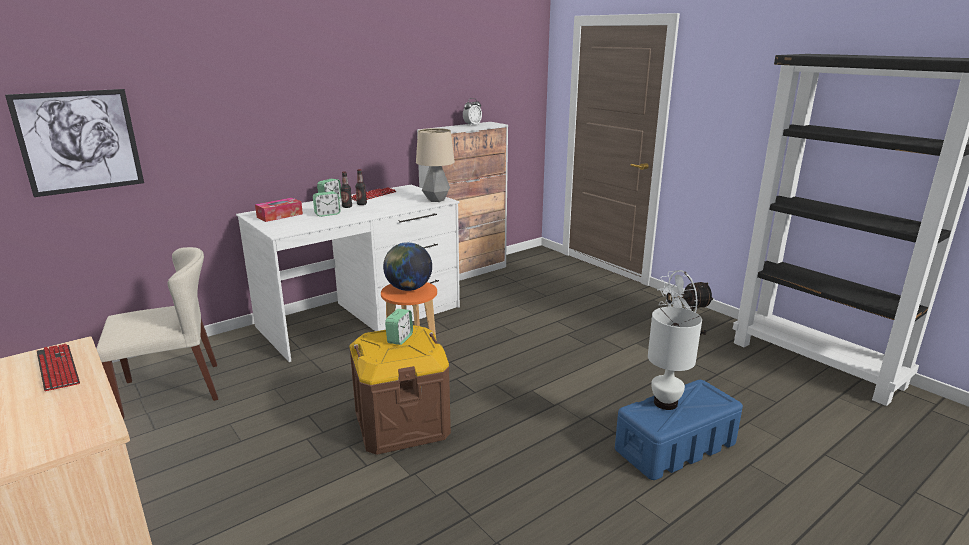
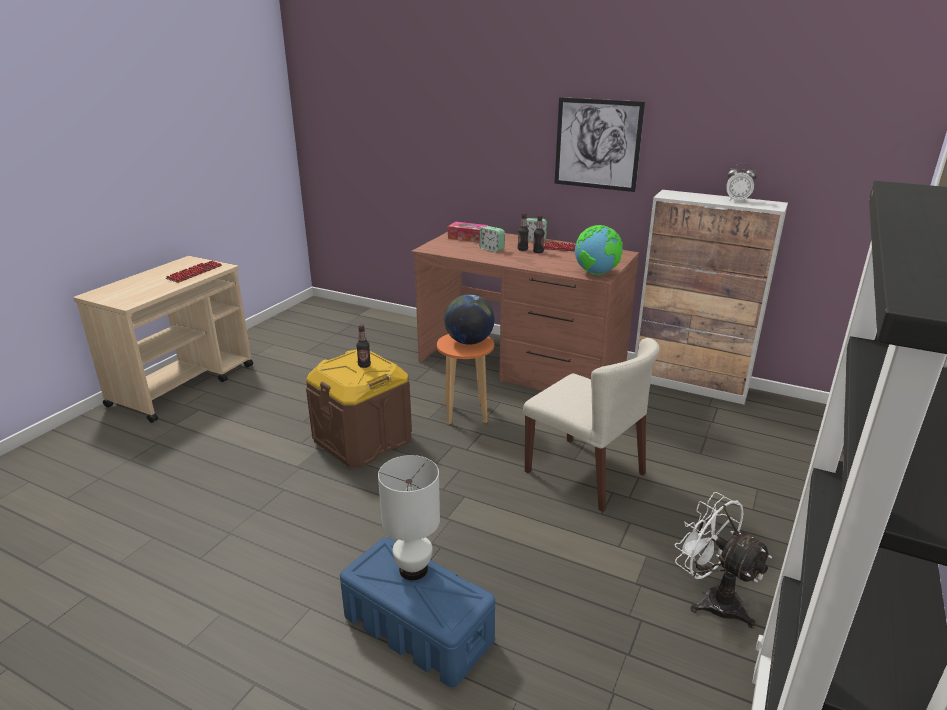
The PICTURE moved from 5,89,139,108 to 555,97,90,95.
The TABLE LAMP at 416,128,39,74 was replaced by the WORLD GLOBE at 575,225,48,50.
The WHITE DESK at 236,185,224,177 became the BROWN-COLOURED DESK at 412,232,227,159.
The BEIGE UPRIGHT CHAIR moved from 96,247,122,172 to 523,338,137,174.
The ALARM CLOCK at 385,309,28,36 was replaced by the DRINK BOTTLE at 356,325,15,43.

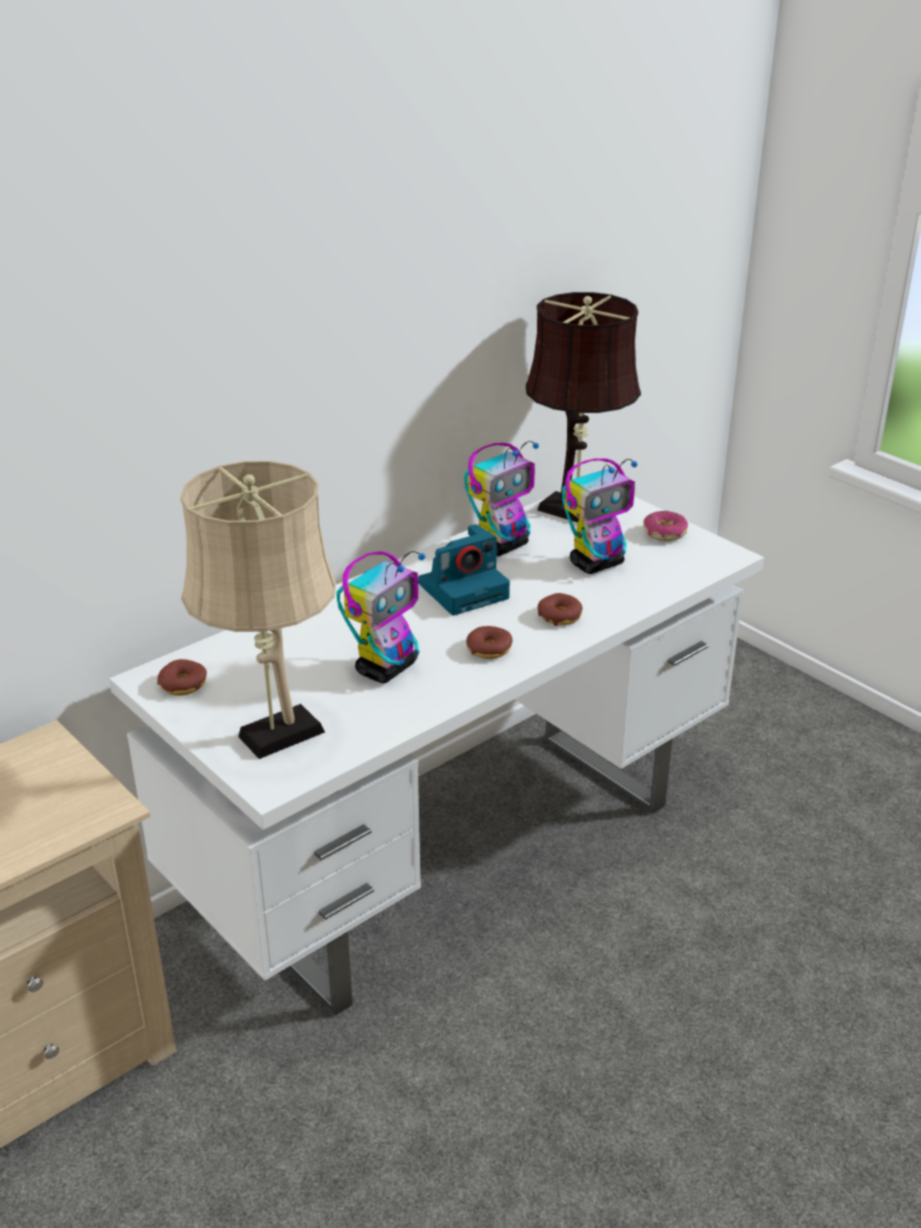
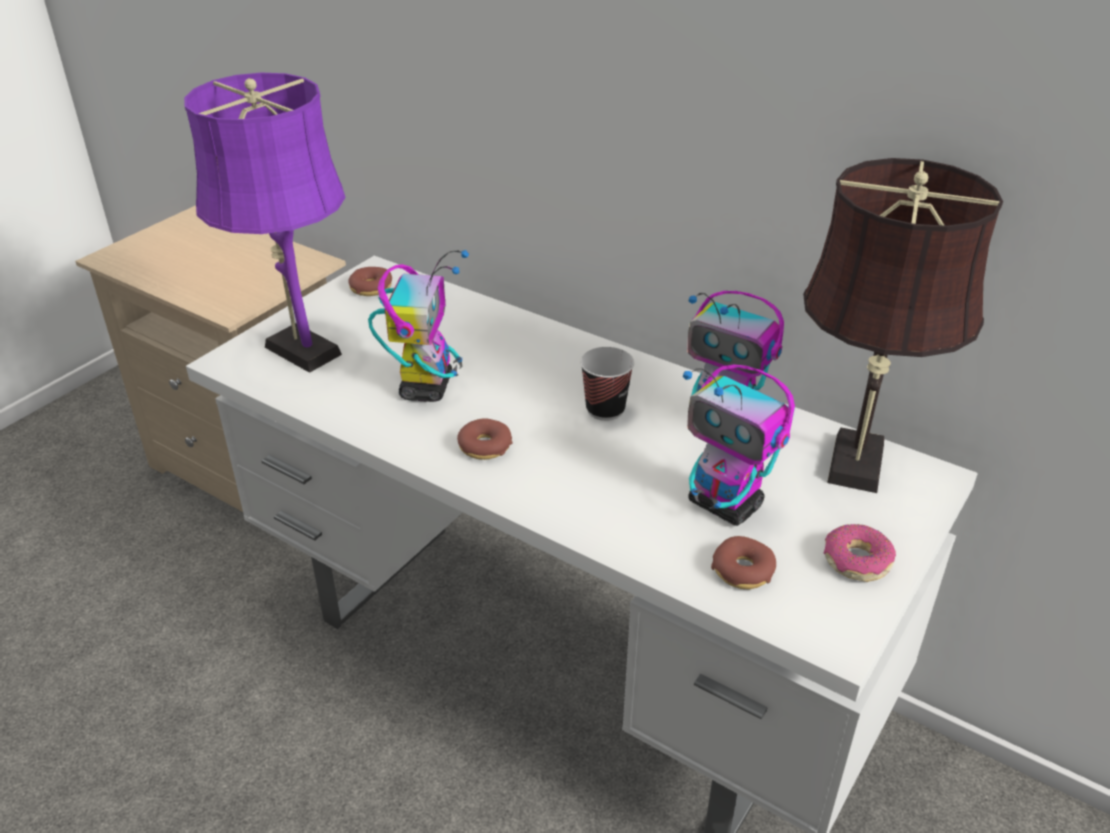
The BEIGE TABLE LAMP at 180,461,156,298 became the PURPLE TABLE LAMP at 184,73,161,300.
The STILL CAMERA at 418,524,92,92 was replaced by the CUP at 580,347,54,74.
The ROBOT FIGURE at 336,551,89,132 turned 105 degrees counterclockwise.
The RING DOUGHNUT moved from 538,593,45,33 to 711,536,65,54.

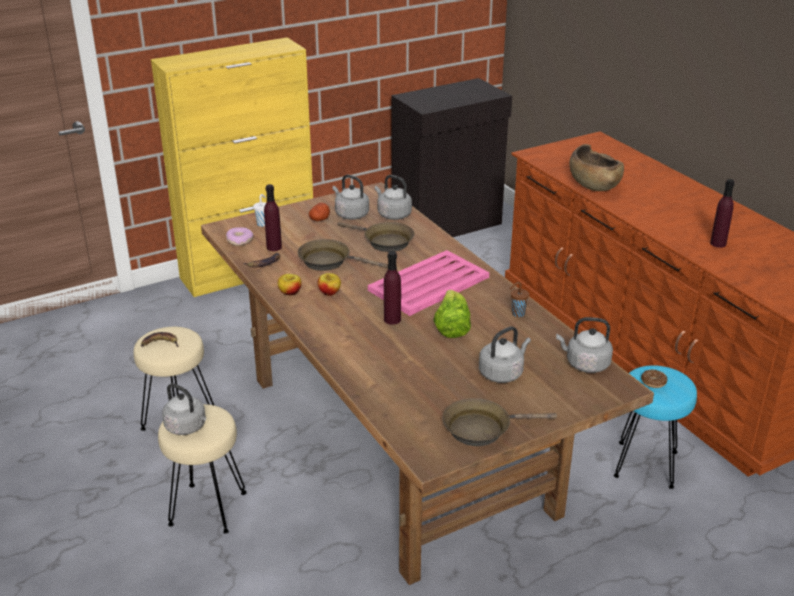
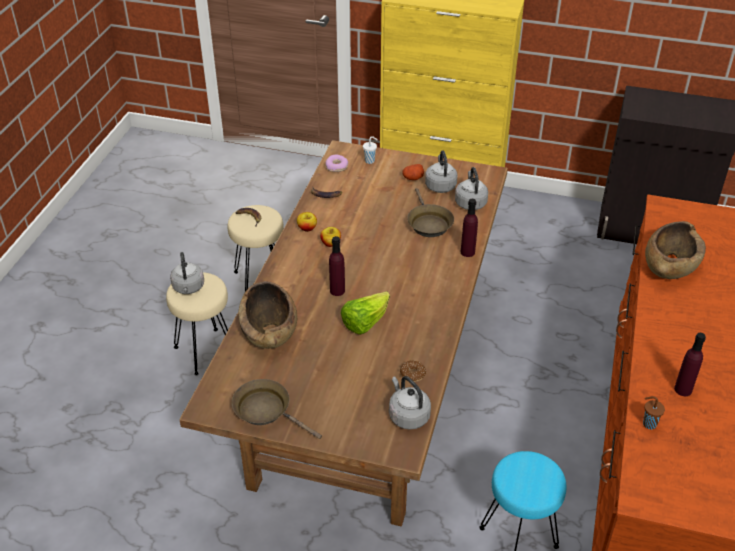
The PURPLE DRINK BOTTLE moved from 264,184,18,67 to 461,199,17,58.
The BROWN-COLOURED SKILLET at 298,239,90,32 disappeared.
The PINK-COLOURED CARRYING TRAY at 368,250,121,66 disappeared.
The BROWN-COLOURED CUP moved from 510,282,19,35 to 643,396,22,33.
The GREY KETTLE at 479,326,52,57 disappeared.
The RING DOUGHNUT moved from 641,369,27,19 to 400,360,26,22.
The BROWN-COLOURED BOWL at 238,281,59,68 appeared.

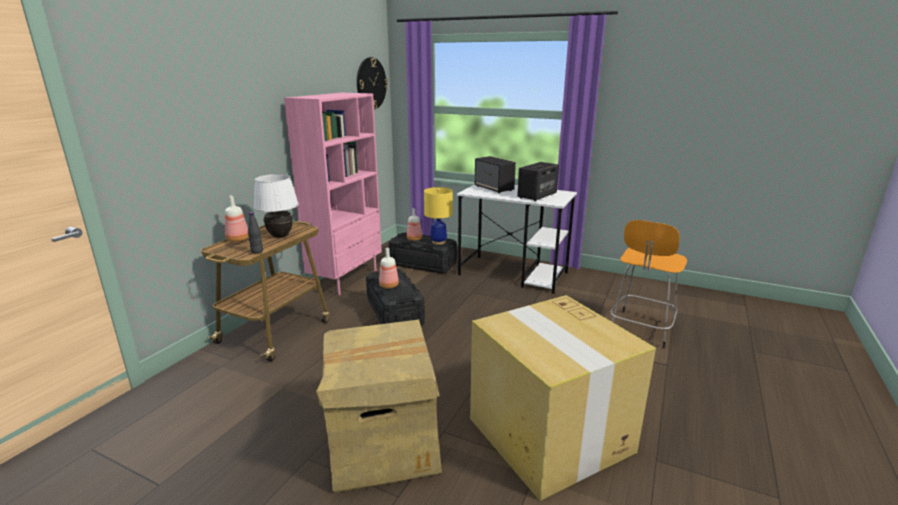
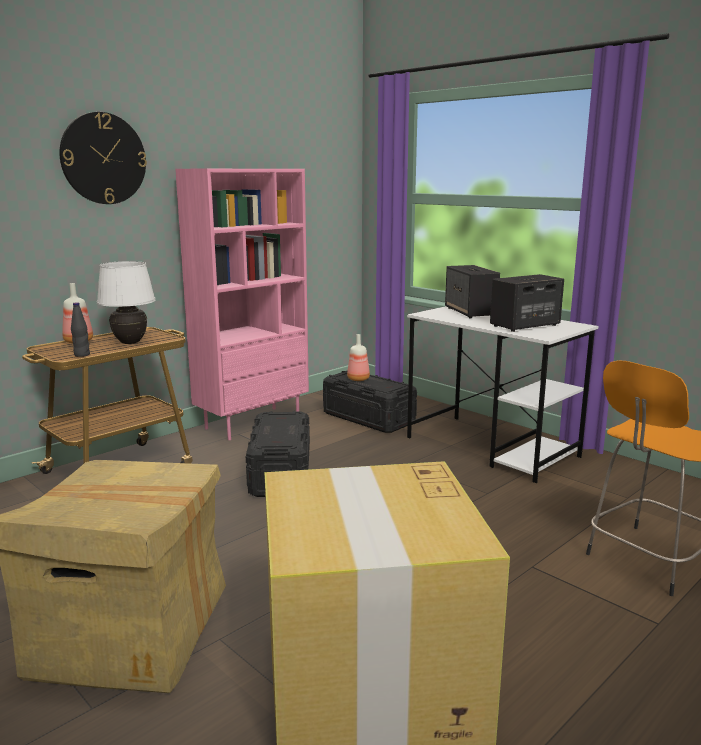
The HANGING CLOCK moved from 357,57,31,52 to 60,112,87,92.
The YELLOW-COLOURED TABLE LAMP at 424,187,29,58 disappeared.
The DRINK BOTTLE at 379,248,20,41 disappeared.

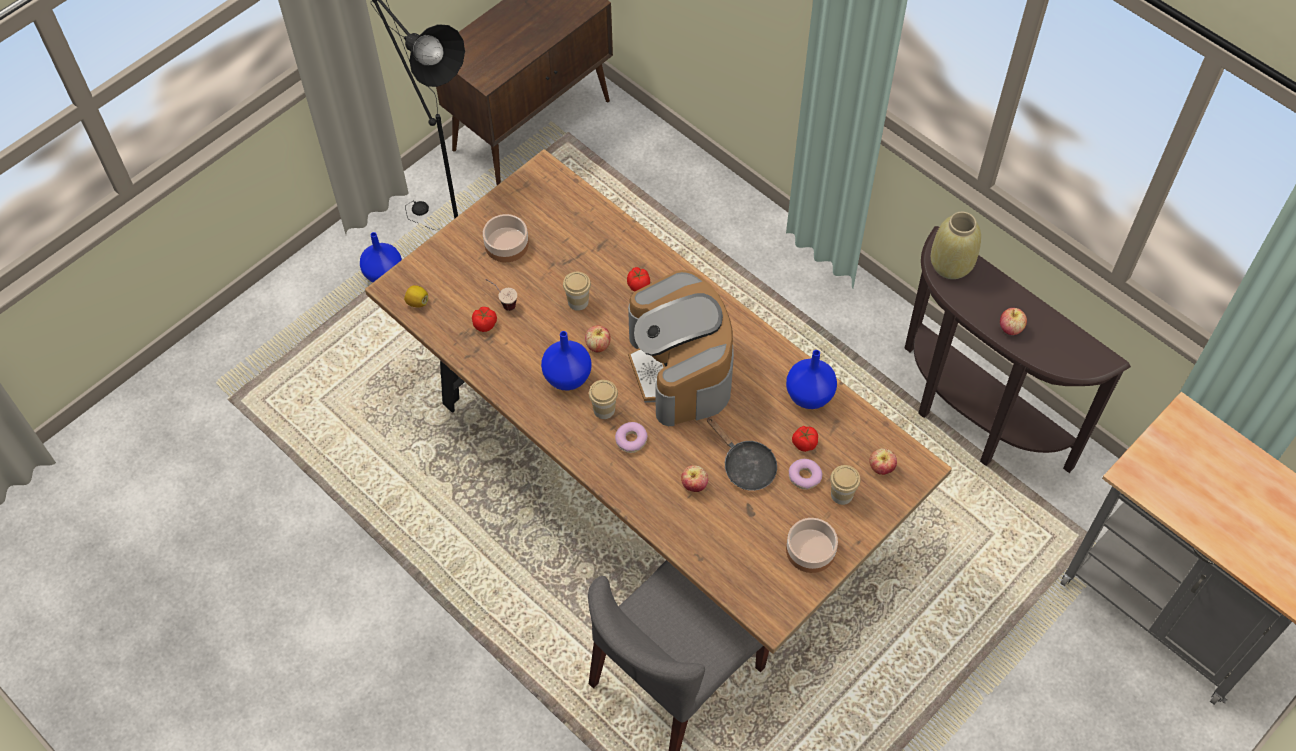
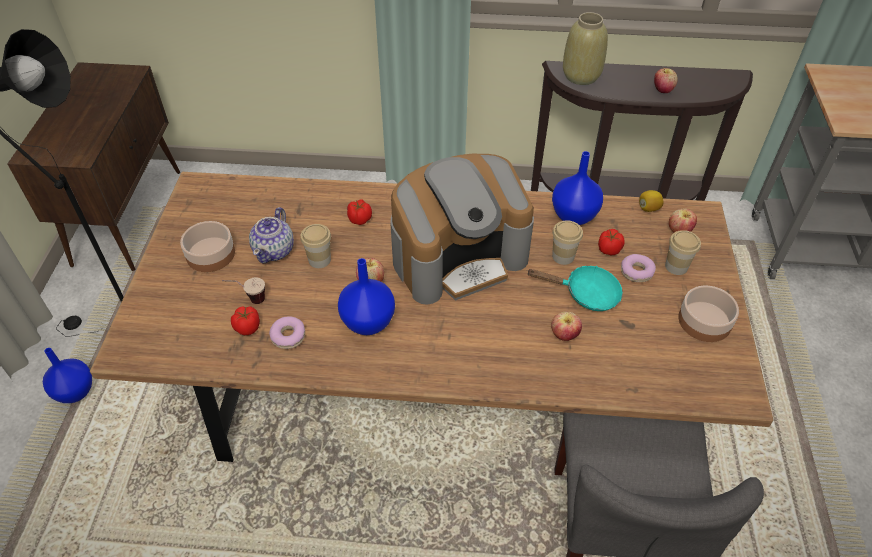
The COFFEE MAKER at 628,270,106,156 turned 60 degrees counterclockwise.
The LEMON moved from 404,285,24,23 to 639,190,24,22.
The CUP moved from 589,380,29,39 to 552,220,31,45.
The BLACK-COLOURED SKILLET at 707,416,70,75 became the TURQUOISE-COLOURED SKILLET at 526,266,97,45.
The RING DOUGHNUT moved from 615,422,33,31 to 269,316,36,33.
The TEA POT at 249,207,45,56 appeared.

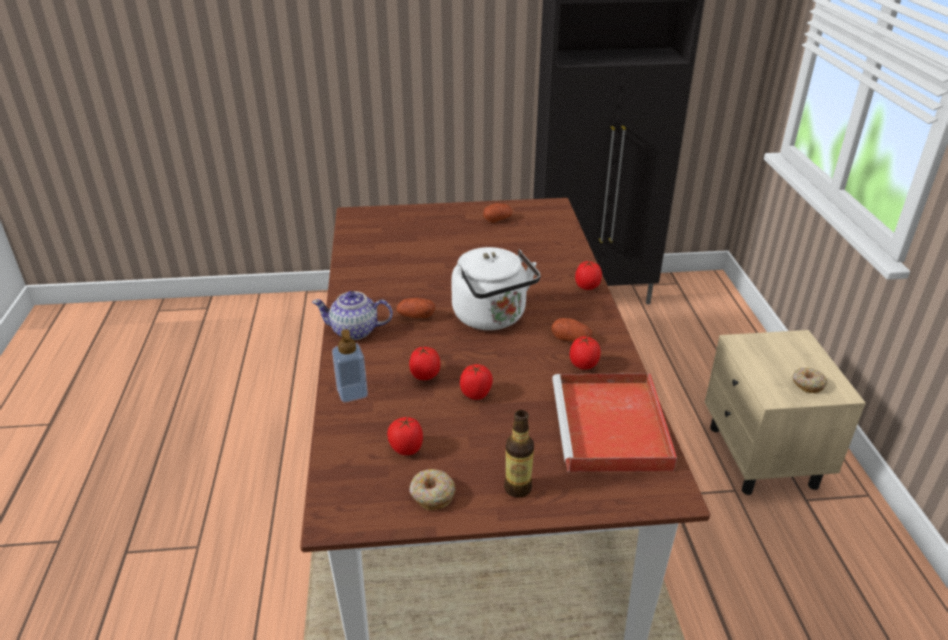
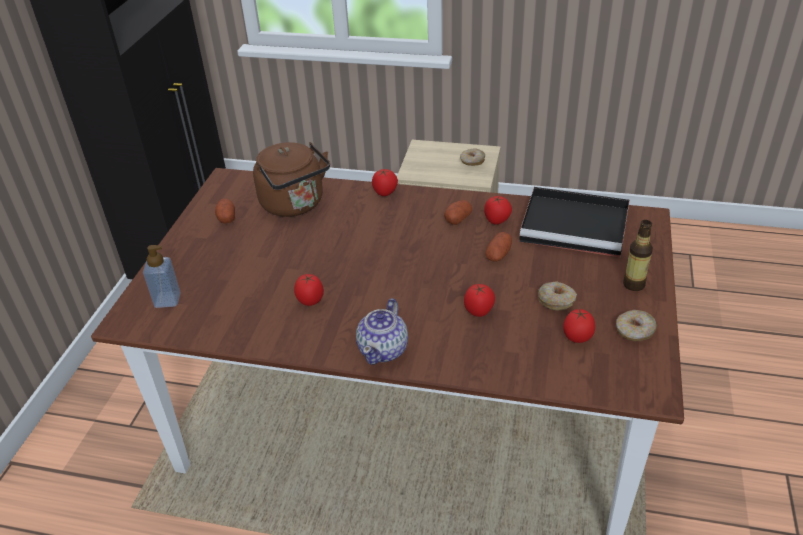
The WHITE KETTLE at 451,247,90,83 disappeared.
The POTATO moved from 397,298,38,20 to 485,232,27,30.
The SOAP BOTTLE moved from 332,329,36,74 to 143,245,38,63.
The WHOLE TOMATO moved from 460,364,33,36 to 294,274,30,32.
The REDDISH CARRYING TRAY at 552,373,125,99 became the BLACK-COLOURED CARRYING TRAY at 519,187,111,70.
The BROWN-COLOURED KETTLE at 253,142,77,75 appeared.
The RING DOUGHNUT at 538,281,39,30 appeared.

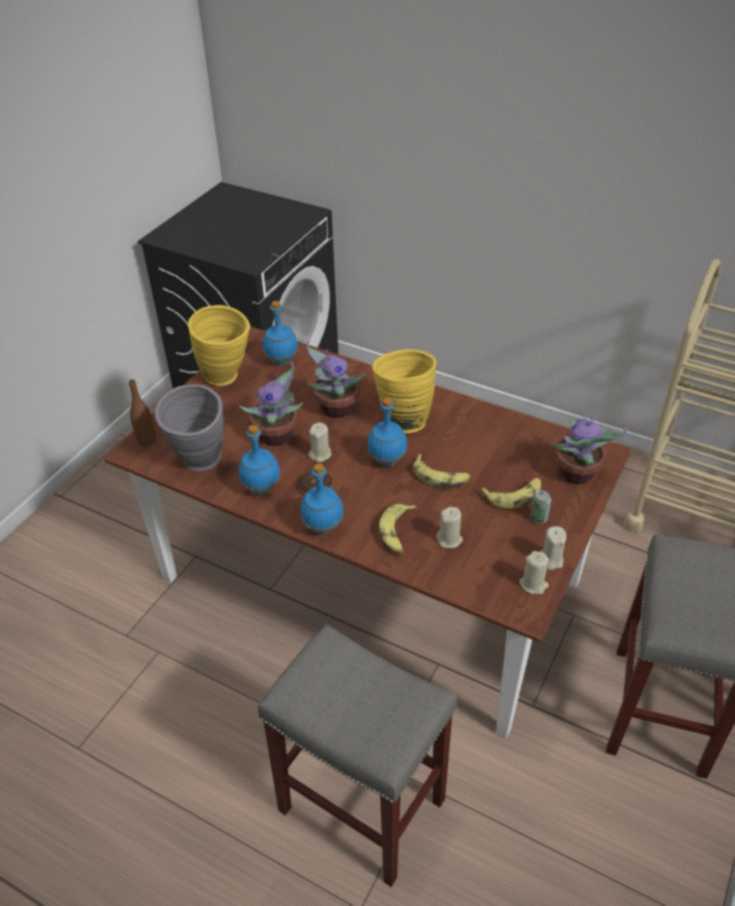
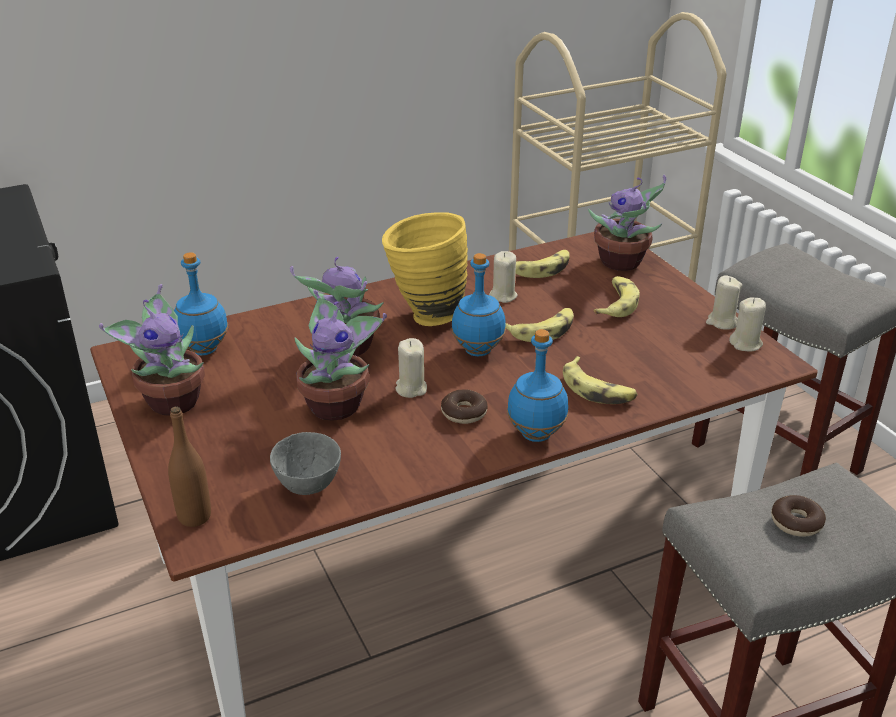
The YELLOW-COLOURED DECORATIVE VASE at 188,305,62,81 was replaced by the POTTED PLANT at 99,284,106,132.
The GREY DECORATIVE VASE at 155,384,69,87 was replaced by the GREY BOWL at 270,432,71,63.
The BLUISH DRINK BOTTLE at 239,425,42,70 disappeared.
The SEALED CAN at 530,490,21,34 disappeared.
The BEIGE WAX LIGHT moved from 436,507,27,41 to 489,251,29,52.
The BANANA at 515,250,55,28 appeared.
The RING DOUGHNUT at 771,495,55,42 appeared.

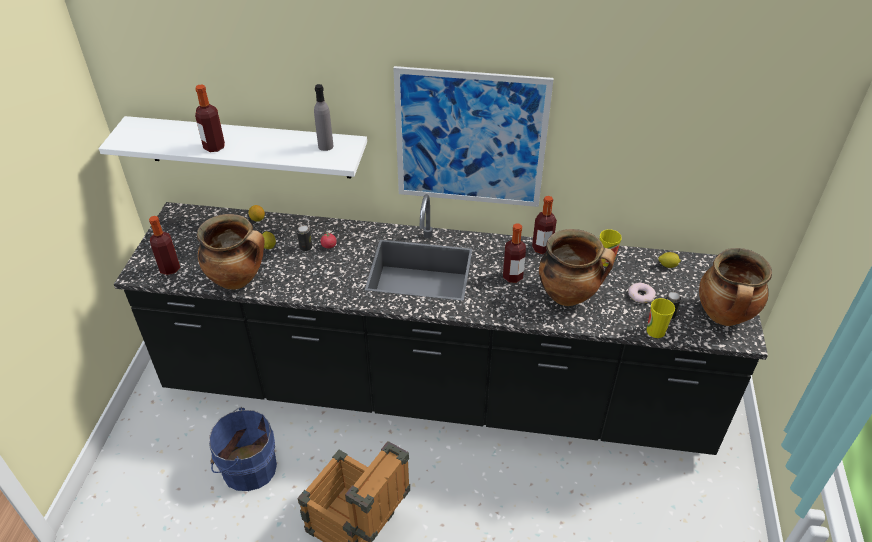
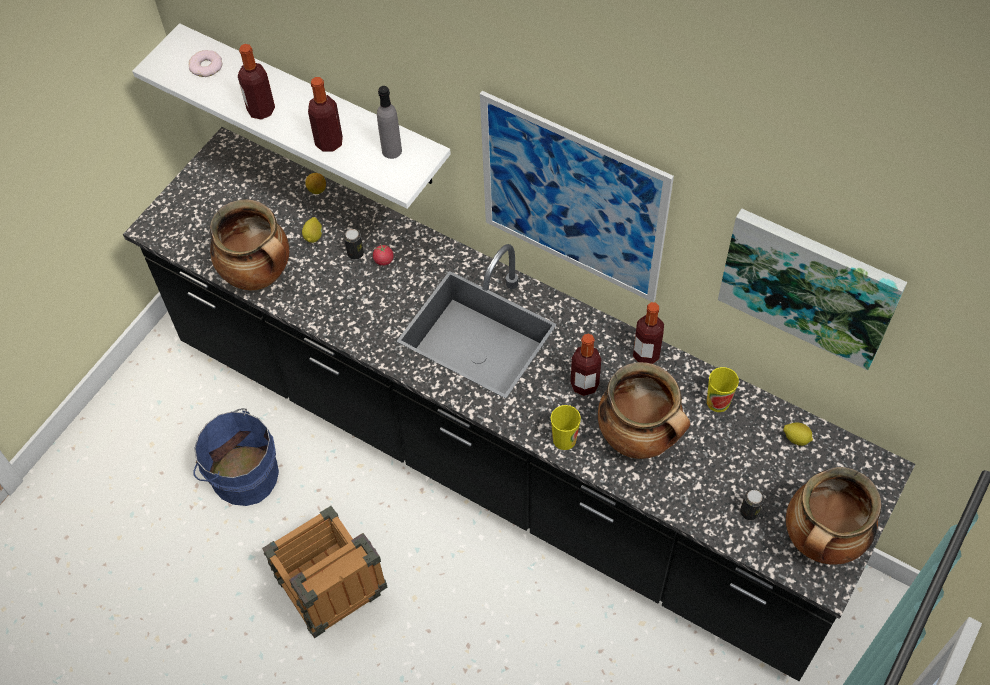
The DRINK BOTTLE moved from 149,216,31,59 to 308,77,35,75.
The RING DOUGHNUT moved from 628,283,28,20 to 189,50,33,27.
The CUP moved from 647,298,28,40 to 551,405,30,45.
The PICTURE at 718,208,189,162 appeared.

